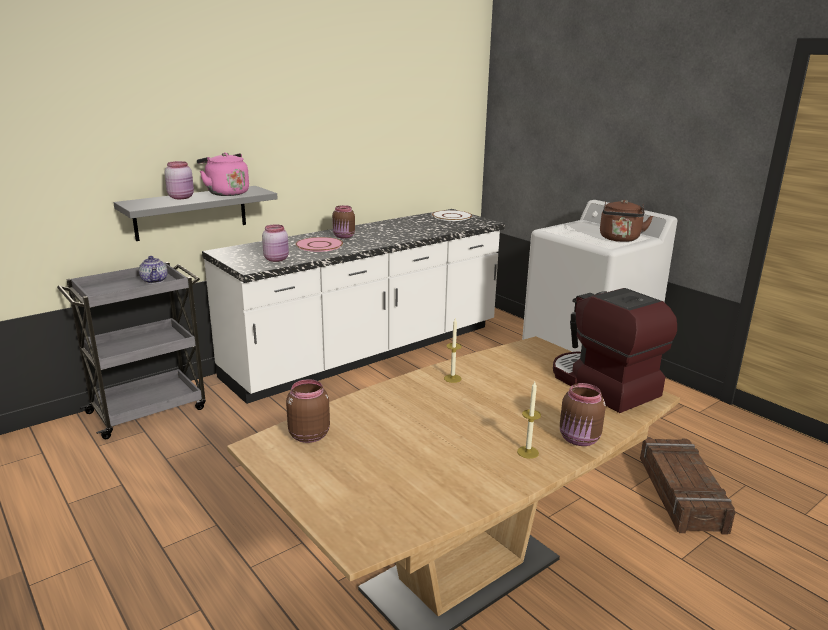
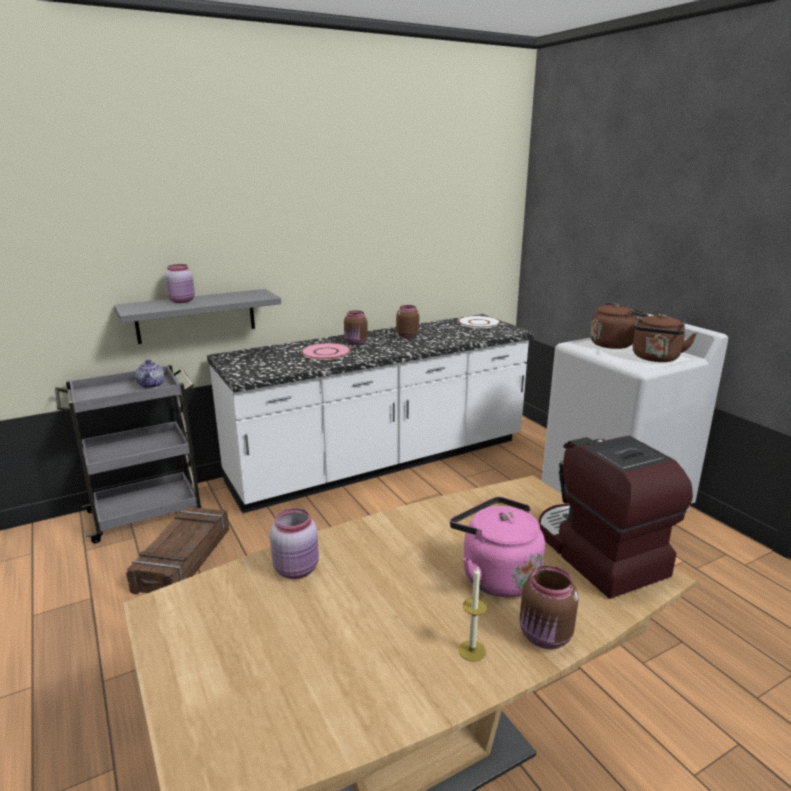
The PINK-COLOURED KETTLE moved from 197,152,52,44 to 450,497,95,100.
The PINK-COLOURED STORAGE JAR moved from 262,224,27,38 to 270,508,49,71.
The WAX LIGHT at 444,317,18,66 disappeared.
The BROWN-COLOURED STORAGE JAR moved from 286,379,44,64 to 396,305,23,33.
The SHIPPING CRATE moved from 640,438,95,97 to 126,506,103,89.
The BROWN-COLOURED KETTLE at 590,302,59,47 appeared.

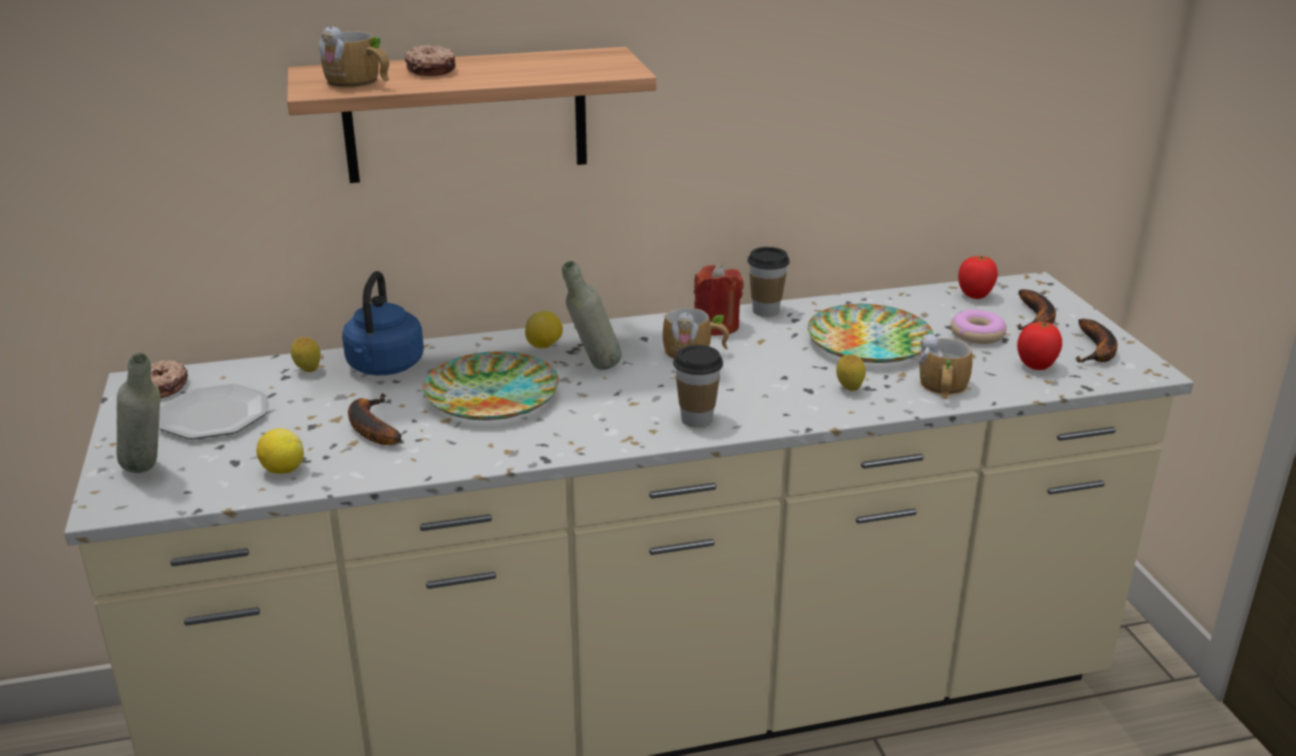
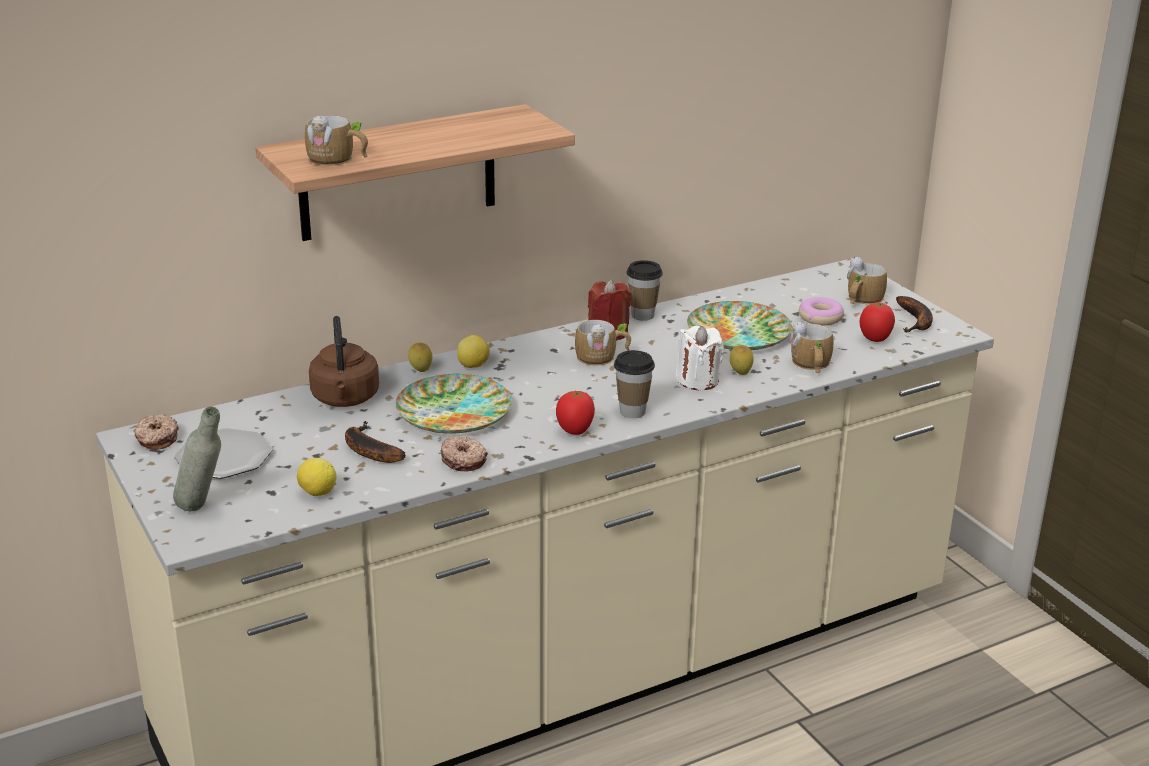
The RING DOUGHNUT moved from 405,45,51,31 to 440,436,48,35.
The WHOLE TOMATO moved from 958,255,40,44 to 556,390,39,45.
The GREY DRINK BOTTLE at 562,261,60,109 disappeared.
The BLUISH KETTLE at 342,271,82,104 became the BROWN-COLOURED KETTLE at 309,316,70,91.
The BANANA at 1017,289,39,41 was replaced by the MUG at 847,257,40,47.
The LEMON moved from 291,337,30,35 to 408,342,24,30.
The WHITE WAX LIGHT at 676,326,48,64 appeared.

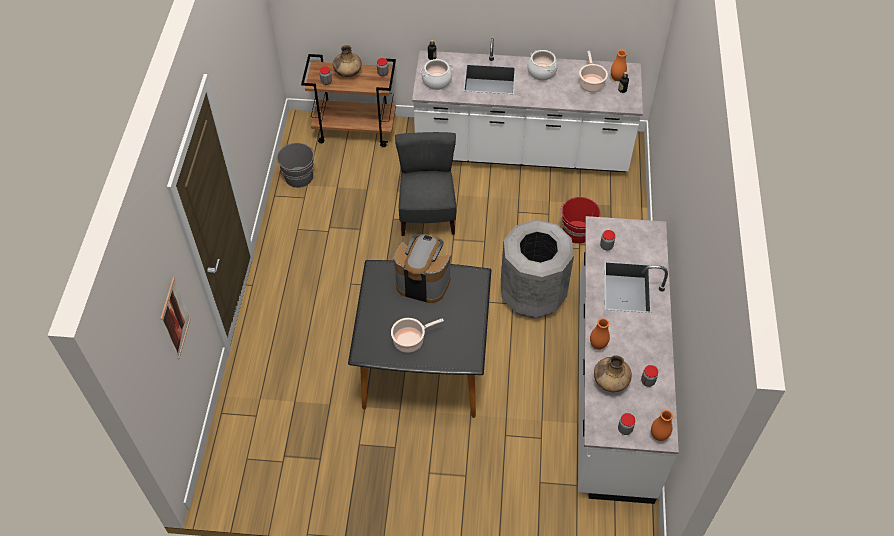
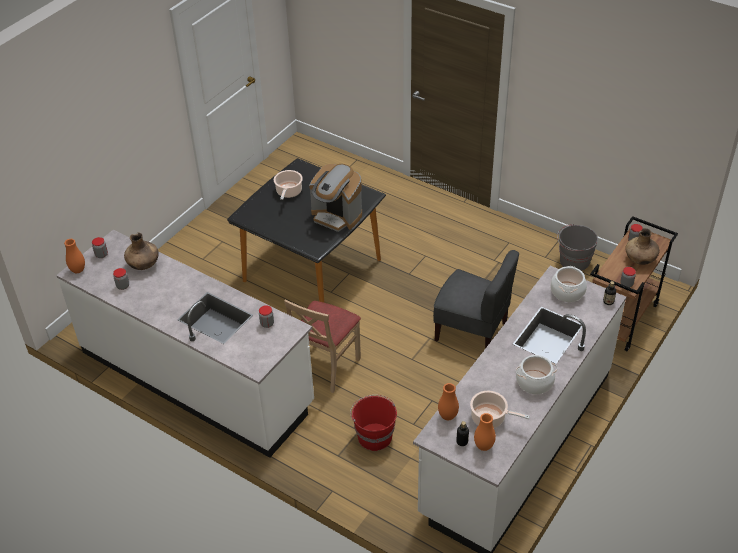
The GREY TRASH CAN at 501,220,73,99 was replaced by the BEIGE UPRIGHT CHAIR at 284,299,77,94.
The COFFEE MAKER at 394,234,57,69 turned 75 degrees clockwise.
The PICTURE at 160,277,31,82 disappeared.
The ORANGE DECORATIVE VASE moved from 590,318,20,32 to 438,383,21,37.

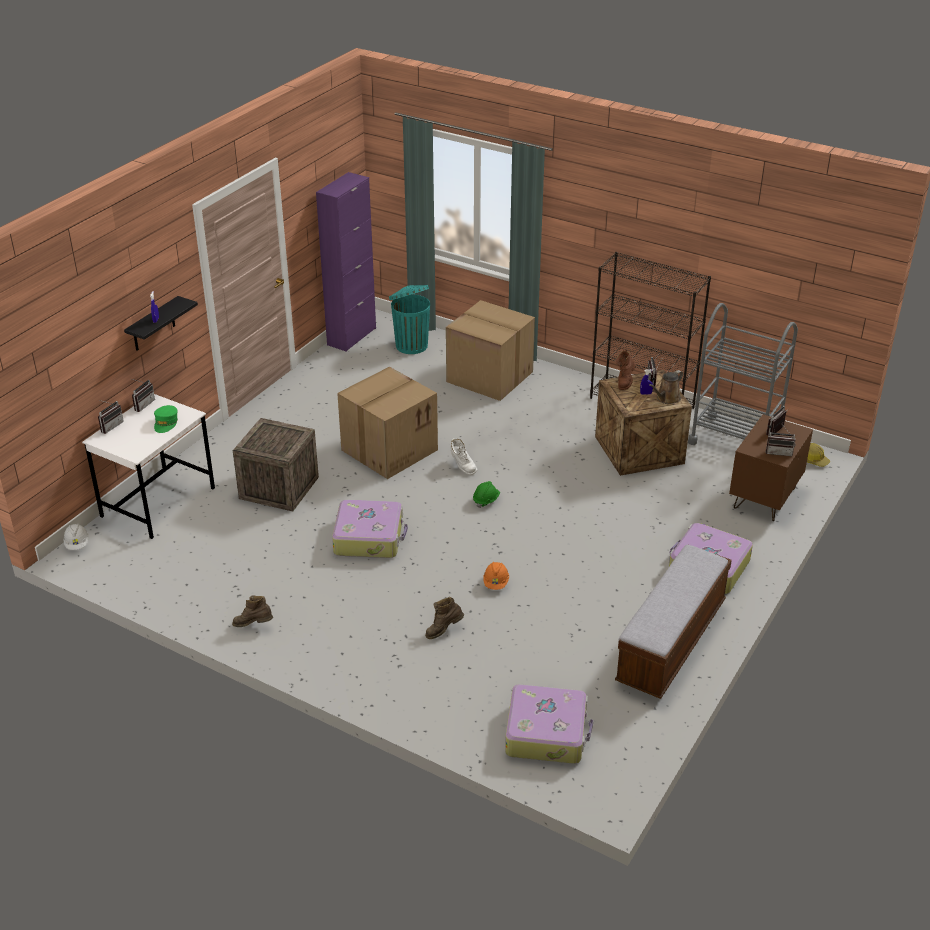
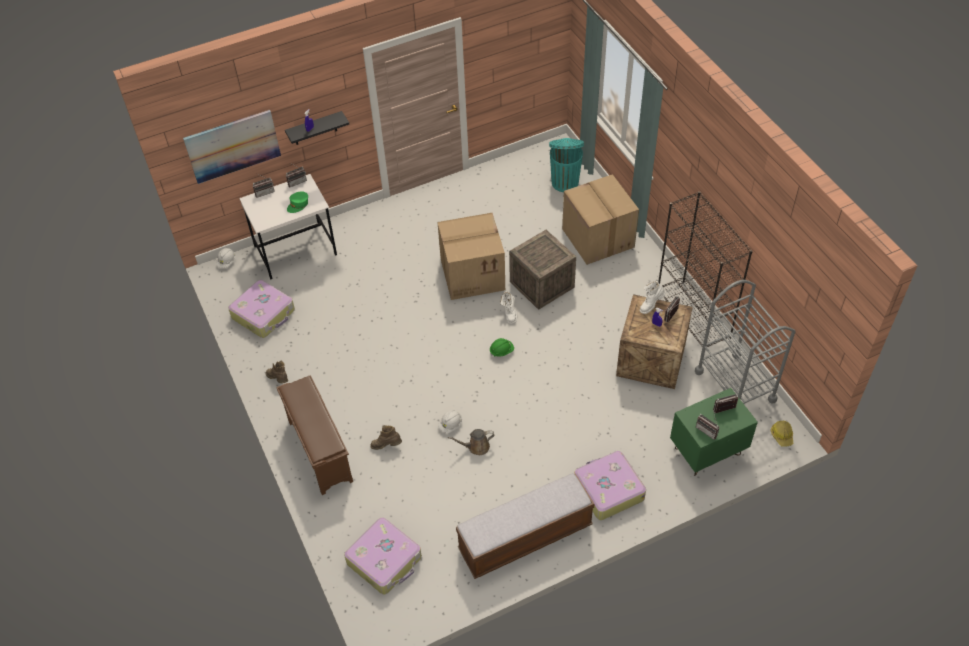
The PURPLE STORAGE CABINET at 316,172,60,180 disappeared.
The BROWN-COLOURED BOOT at 615,350,21,40 became the WHITE BOOT at 640,281,26,33.
The BROWN-COLOURED SPRINKLING CAN moved from 649,370,34,34 to 448,429,47,26.
The BROWN-COLOURED BEDSIDE TABLE at 729,414,84,107 became the GREEN BEDSIDE TABLE at 670,388,88,88.
The SHIPPING CRATE moved from 233,418,86,94 to 509,230,67,80.
The TRAVEL CASE moved from 332,500,76,58 to 228,280,67,58.
The ORANGE WORK HELMET at 483,562,26,28 became the WHITE WORK HELMET at 438,410,24,23.
The PICTURE at 183,110,98,74 appeared.
The BROWN-COLOURED SHOE STAND at 277,375,76,120 appeared.

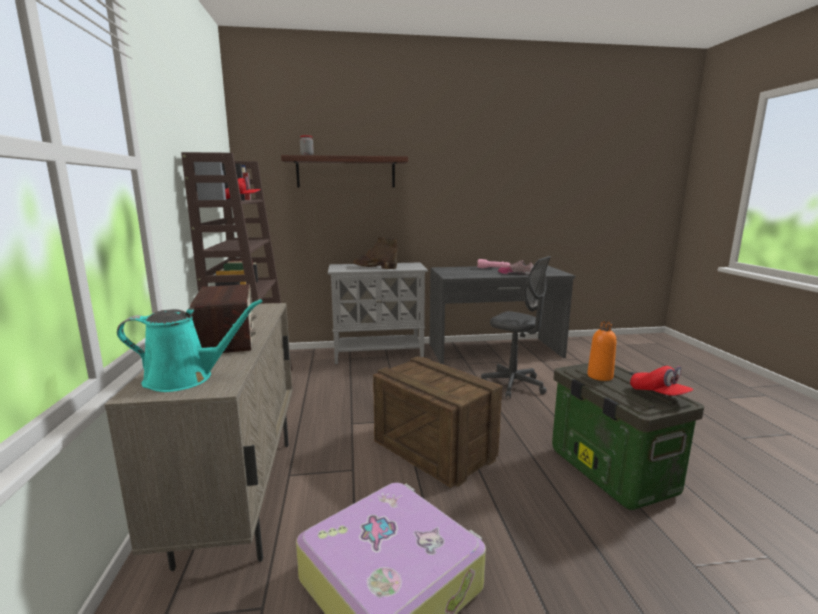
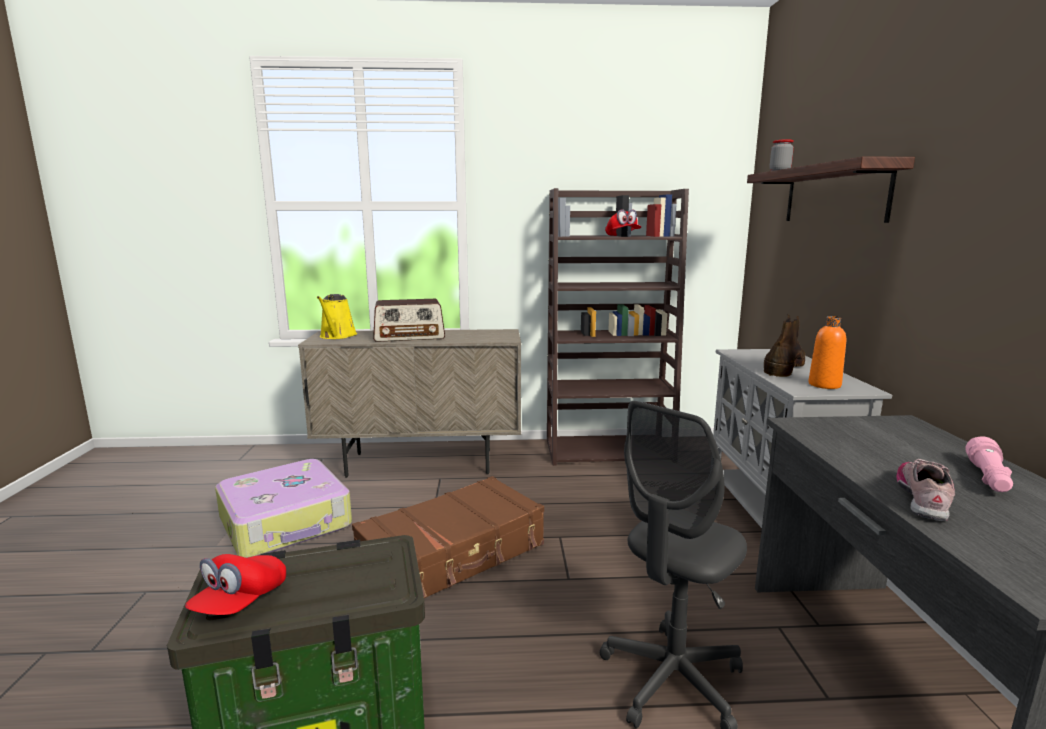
The TURQUOISE-COLOURED SPRINKLING CAN at 117,299,146,93 became the YELLOW-COLOURED SPRINKLING CAN at 317,294,40,45.
The ORANGE DRINK BOTTLE moved from 587,321,29,60 to 809,316,37,73.
The SHIPPING CRATE at 373,356,130,132 was replaced by the BROWN-COLOURED TRAVEL CASE at 352,476,192,122.
The REDDISH PEAKED CAP at 630,366,64,30 turned 45 degrees counterclockwise.

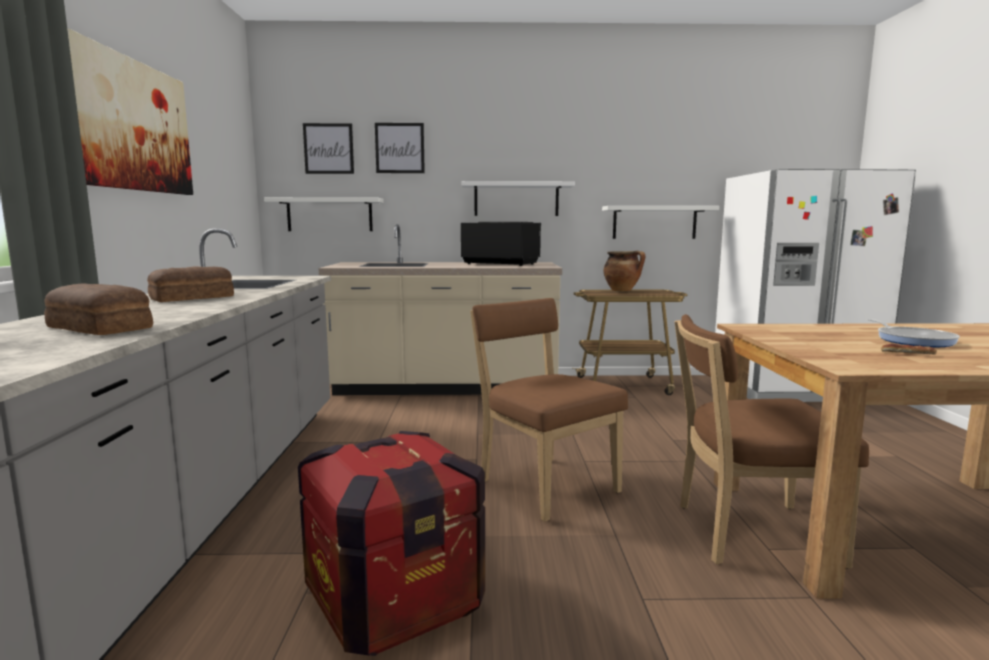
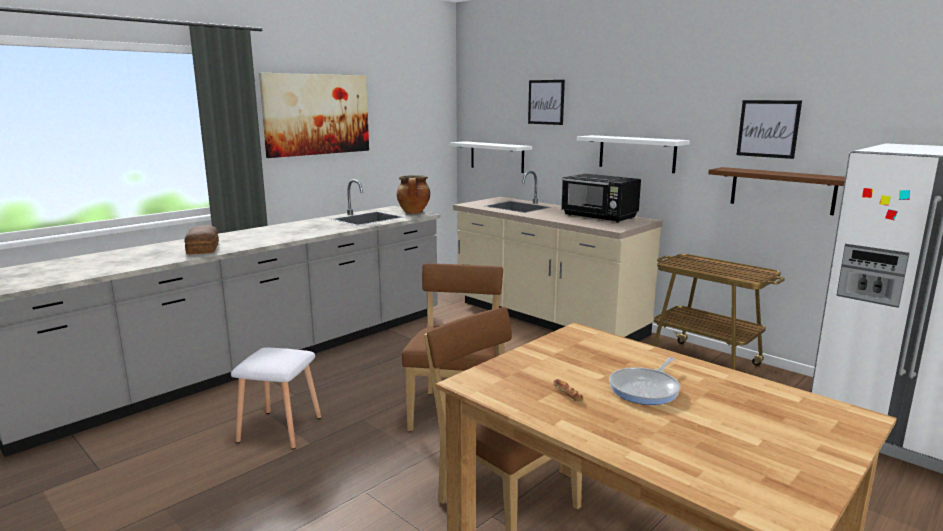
The PICTURE moved from 303,123,51,51 to 737,100,65,59.
The WHITE BRACKET SHELF at 602,206,118,33 became the BROWN-COLOURED BRACKET SHELF at 708,167,137,48.
The BLACK-COLOURED MICROWAVE at 461,222,80,44 turned 150 degrees clockwise.
The SAUCEPOT moved from 604,251,41,40 to 397,175,33,39.
The BAKERY BREAD at 147,267,87,35 disappeared.
The SHIPPING CRATE at 298,431,187,225 was replaced by the WHITE STOOL SEAT at 231,347,90,103.

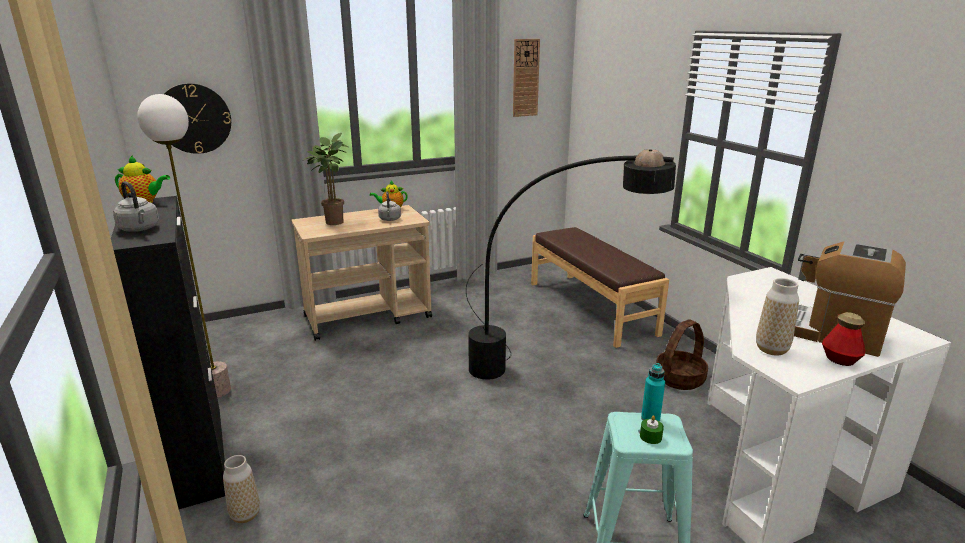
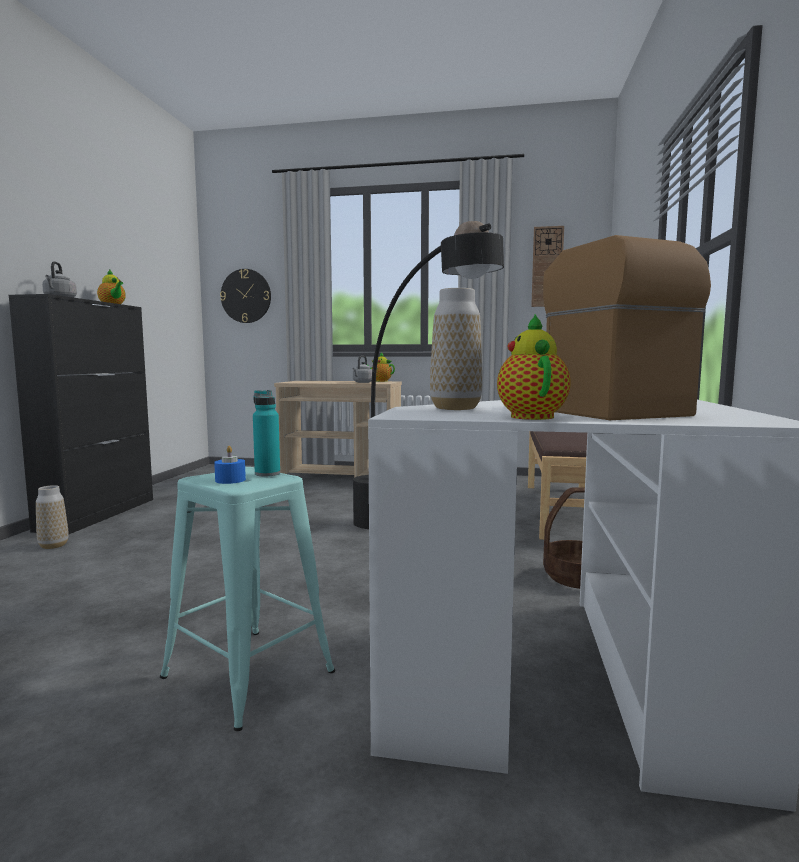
The STANDARD LAMP at 137,94,94,304 disappeared.
The POTTED PLANT at 302,133,48,92 disappeared.
The DRINK BOTTLE at 822,312,44,54 was replaced by the TEA POT at 497,314,74,106.
The GREEN WAX LIGHT at 640,415,24,29 became the BLUISH WAX LIGHT at 214,446,32,38.

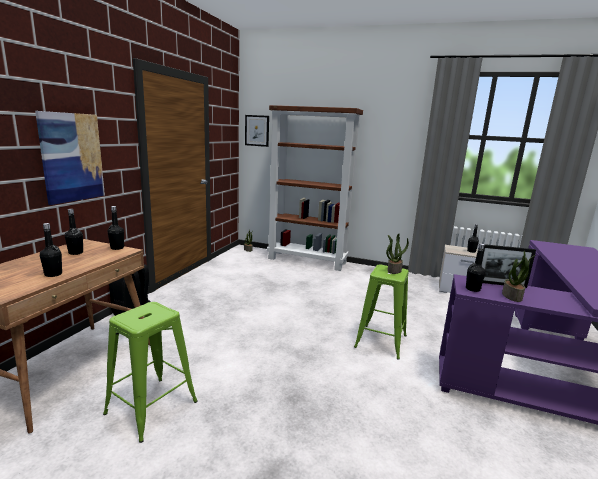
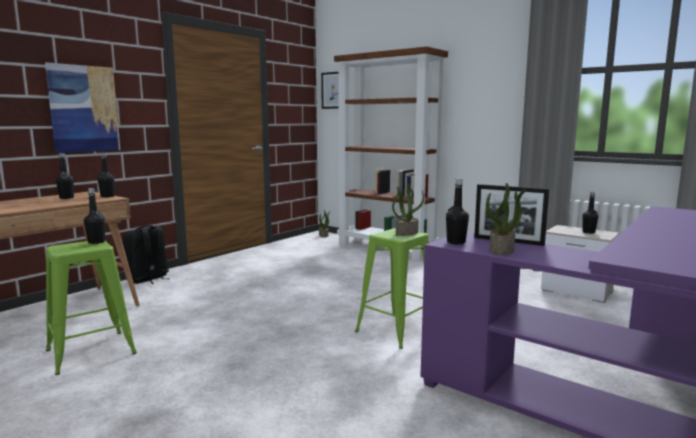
The BLACK-COLOURED DRINK BOTTLE moved from 40,223,22,54 to 84,188,21,56.

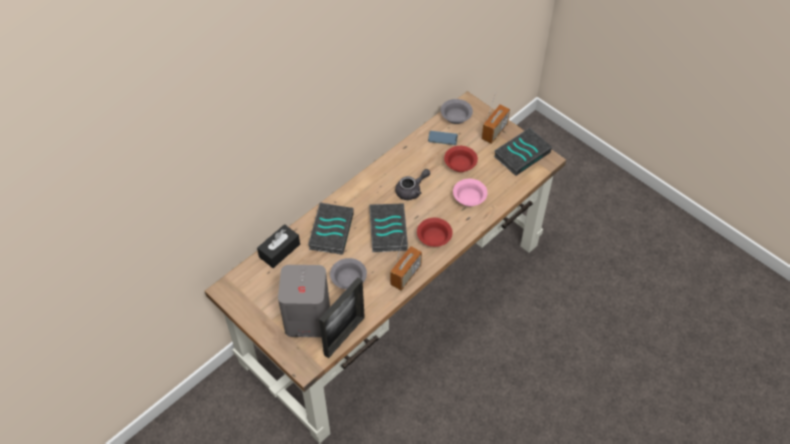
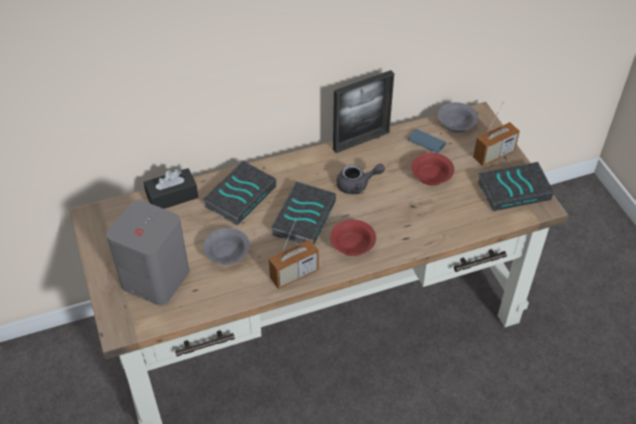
The PINK-COLOURED BOWL at 453,179,34,27 disappeared.
The PHOTO FRAME moved from 319,277,46,81 to 333,70,61,83.

